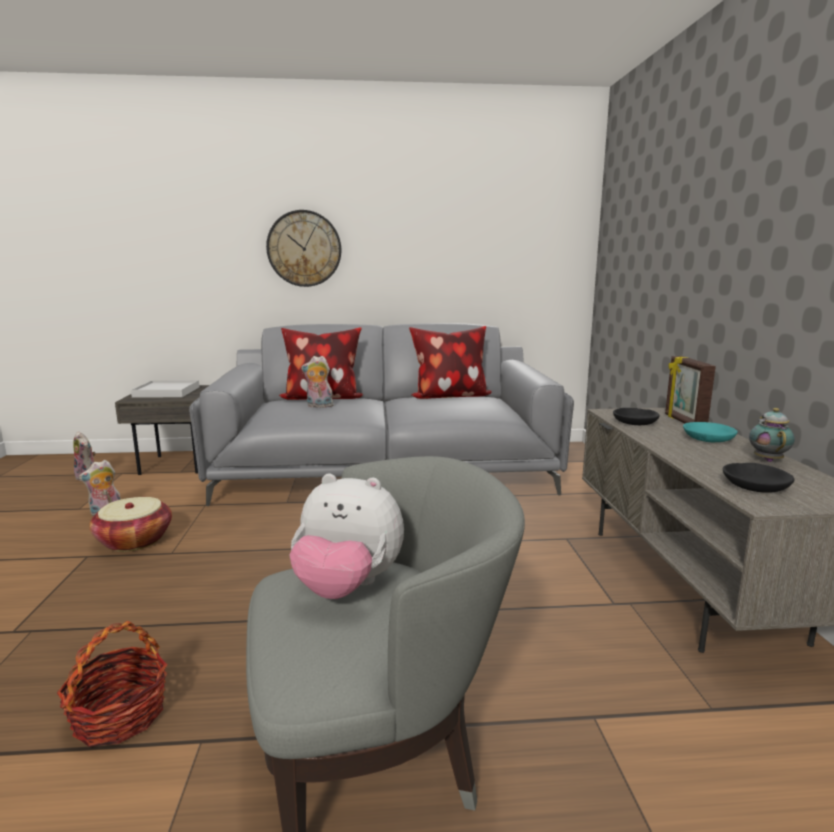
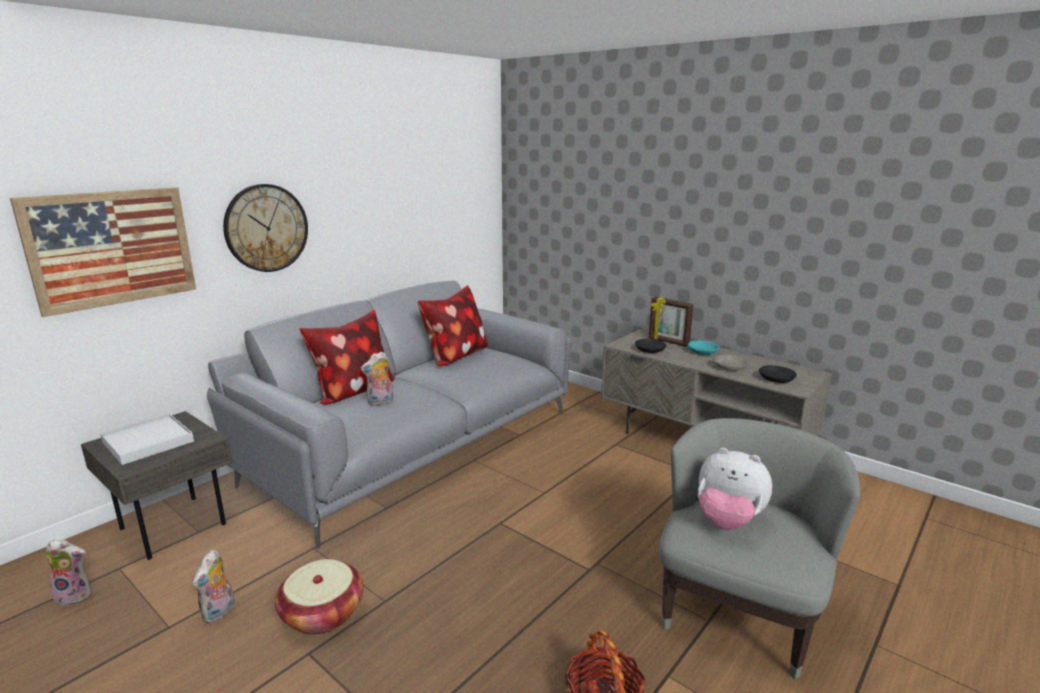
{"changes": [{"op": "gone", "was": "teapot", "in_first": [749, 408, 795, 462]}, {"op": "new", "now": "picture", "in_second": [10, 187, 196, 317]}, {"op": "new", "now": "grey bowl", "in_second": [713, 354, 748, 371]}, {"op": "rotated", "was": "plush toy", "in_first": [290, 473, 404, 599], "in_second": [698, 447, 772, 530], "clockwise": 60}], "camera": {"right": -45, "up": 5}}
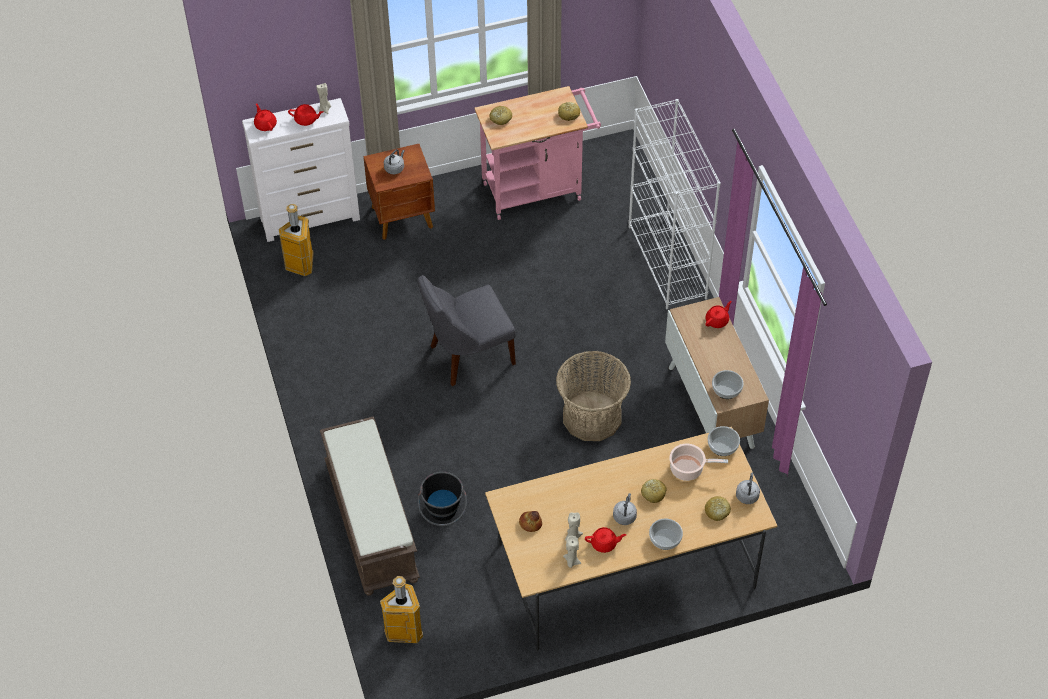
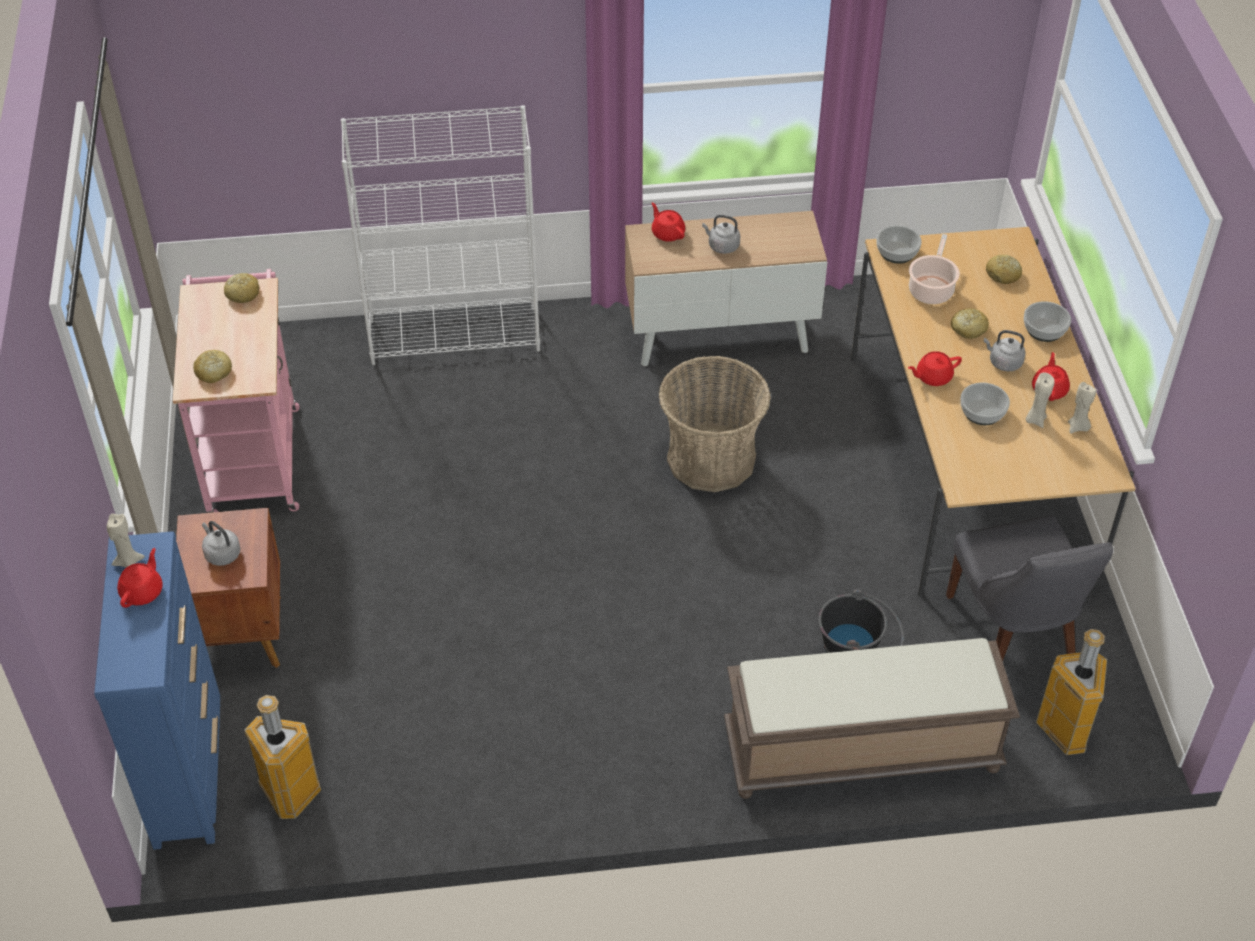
{"changes": [{"op": "gone", "was": "bread", "in_first": [519, 511, 542, 532]}, {"op": "shifted", "was": "red teapot", "in_first": [254, 103, 277, 131], "in_second": [908, 351, 962, 386]}, {"op": "shifted", "was": "grey chair", "in_first": [418, 275, 516, 386], "in_second": [946, 515, 1113, 661]}, {"op": "shifted", "was": "bowl", "in_first": [712, 370, 744, 399], "in_second": [960, 383, 1010, 425]}, {"op": "shifted", "was": "grey kettle", "in_first": [736, 473, 760, 504], "in_second": [702, 215, 740, 254]}, {"op": "repainted", "was": "white dresser", "now": "blue dresser", "in_first": [242, 98, 360, 242], "in_second": [94, 531, 220, 850]}], "camera": {"right": -80, "up": -5}}
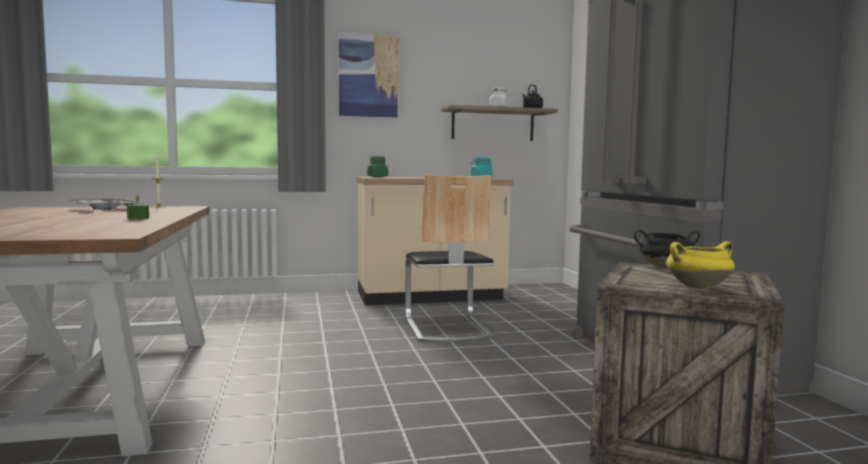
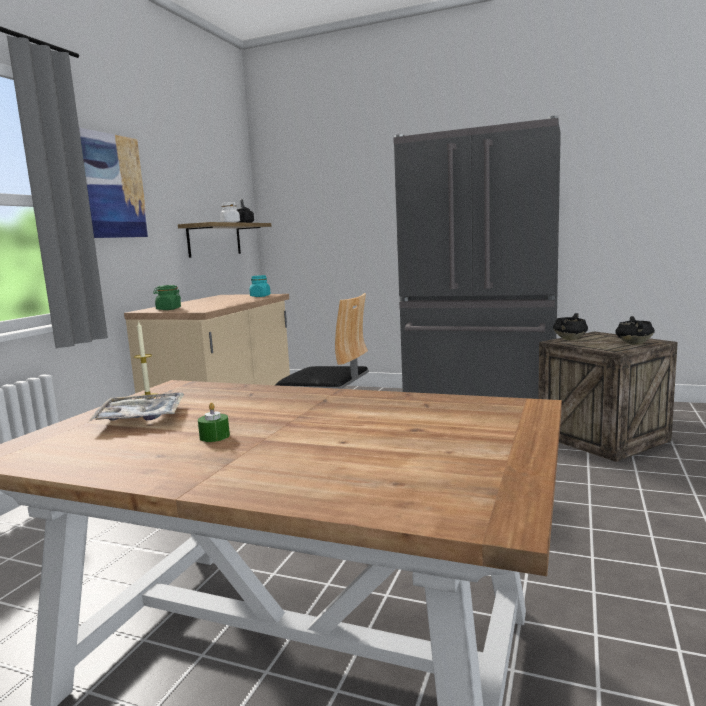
{"changes": [{"op": "shifted", "was": "green candle", "in_first": [127, 195, 149, 219], "in_second": [198, 403, 230, 442]}, {"op": "repainted", "was": "yellow cooking pot", "now": "black cooking pot", "in_first": [666, 241, 735, 289], "in_second": [616, 316, 655, 345]}], "camera": {"right": -55, "up": 5}}
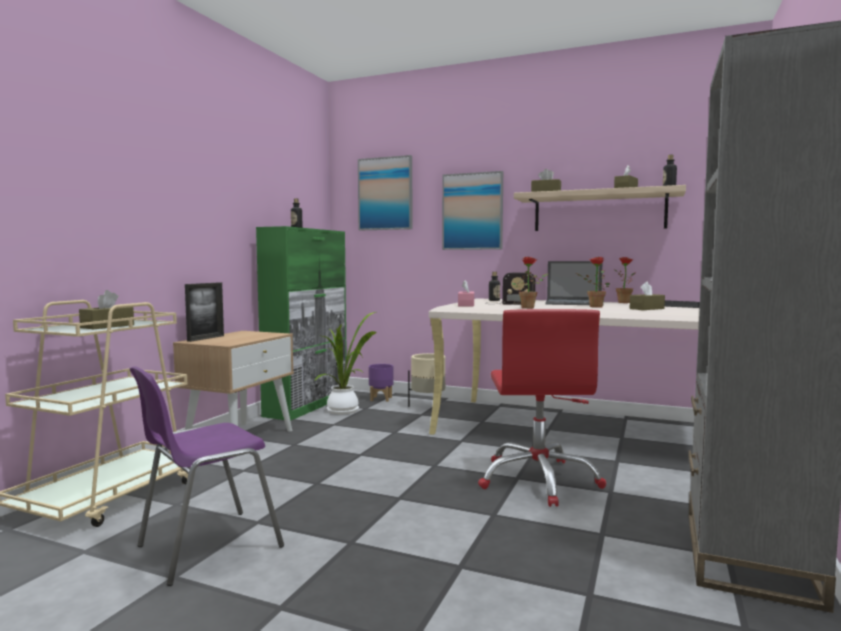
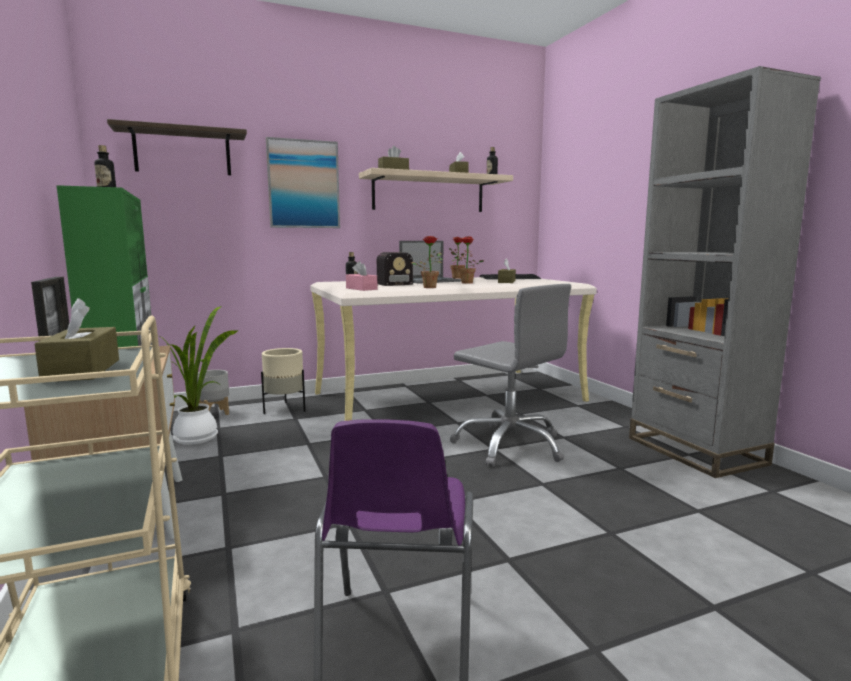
{"changes": [{"op": "swapped", "was": "picture", "now": "shelf", "in_first": [358, 155, 412, 230], "in_second": [107, 119, 247, 175]}, {"op": "repainted", "was": "purple planter", "now": "grey planter", "in_first": [369, 364, 393, 402], "in_second": [197, 370, 229, 415]}, {"op": "repainted", "was": "red office chair", "now": "grey office chair", "in_first": [478, 309, 606, 507], "in_second": [450, 284, 571, 467]}], "camera": {"right": -45, "up": 5}}
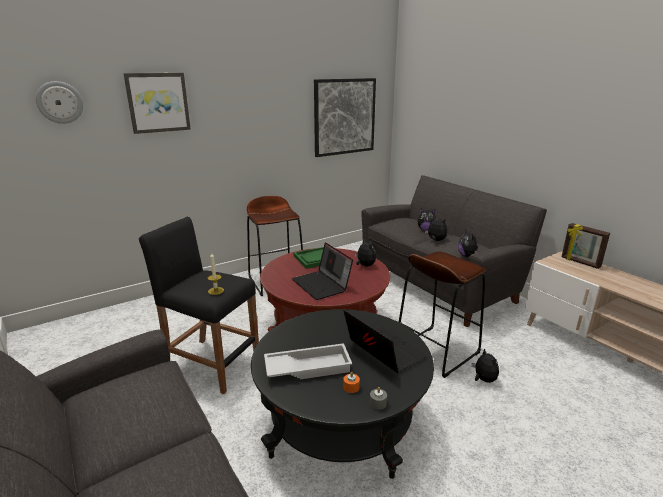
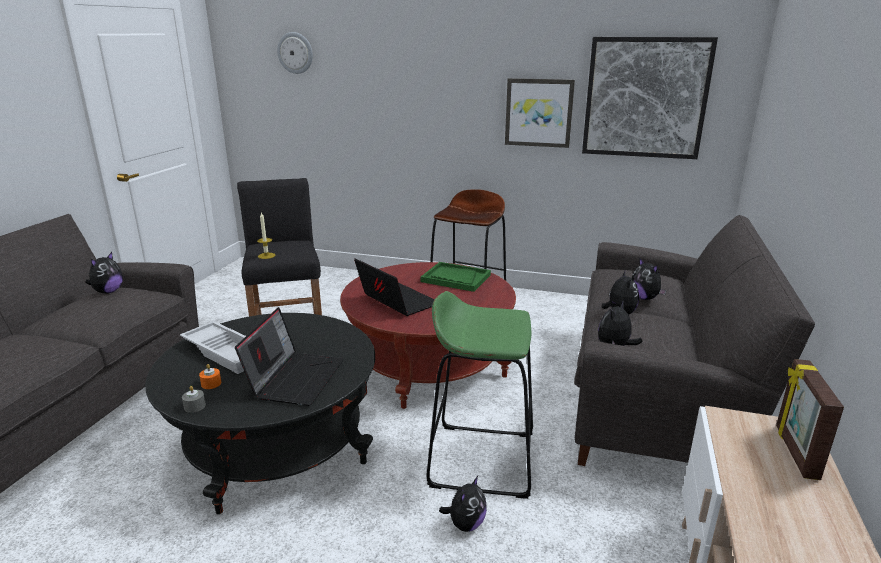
{"changes": [{"op": "shifted", "was": "picture", "in_first": [123, 73, 191, 134], "in_second": [505, 78, 575, 148]}, {"op": "shifted", "was": "plush toy", "in_first": [355, 239, 376, 267], "in_second": [85, 252, 123, 294]}, {"op": "repainted", "was": "brown stool", "now": "green stool", "in_first": [399, 251, 486, 378], "in_second": [427, 291, 533, 499]}, {"op": "rotated", "was": "laptop", "in_first": [292, 242, 353, 300], "in_second": [354, 258, 435, 316], "clockwise": 120}], "camera": {"right": 50, "up": 0}}
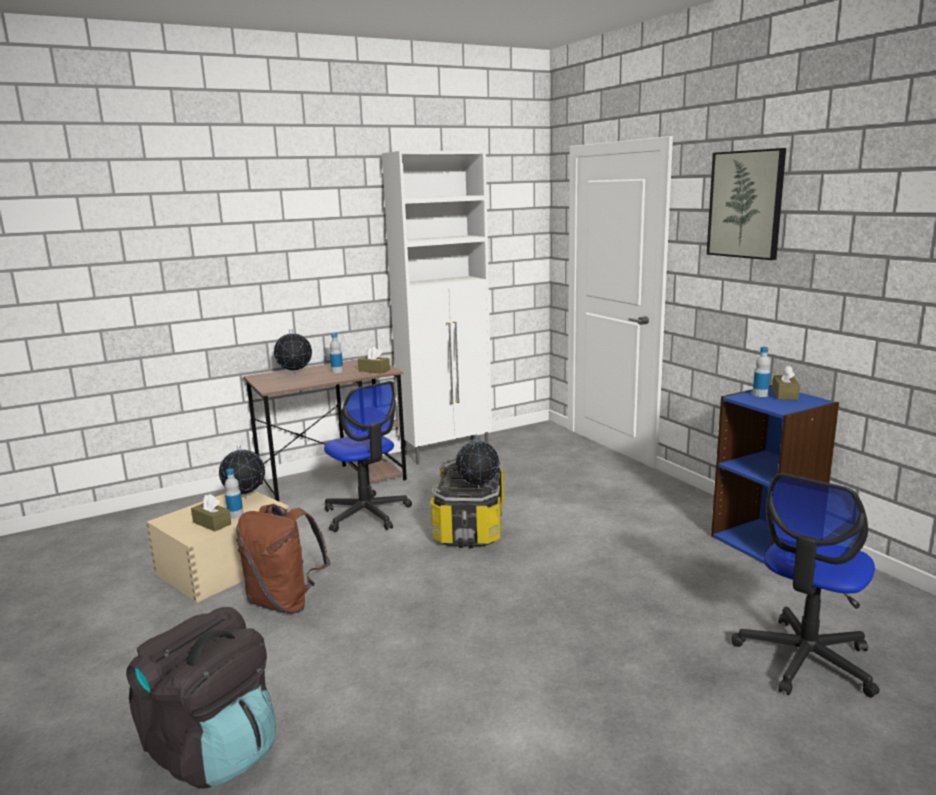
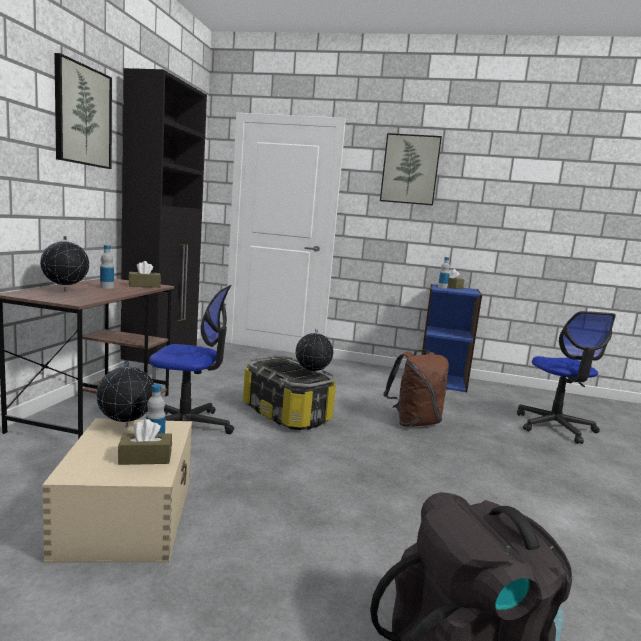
{"changes": [{"op": "new", "now": "picture", "in_second": [54, 53, 112, 169]}, {"op": "shifted", "was": "brown backpack", "in_first": [236, 504, 330, 614], "in_second": [383, 350, 449, 427]}, {"op": "repainted", "was": "white cabinet", "now": "black cabinet", "in_first": [382, 150, 492, 465], "in_second": [121, 68, 207, 379]}], "camera": {"right": -50, "up": -5}}
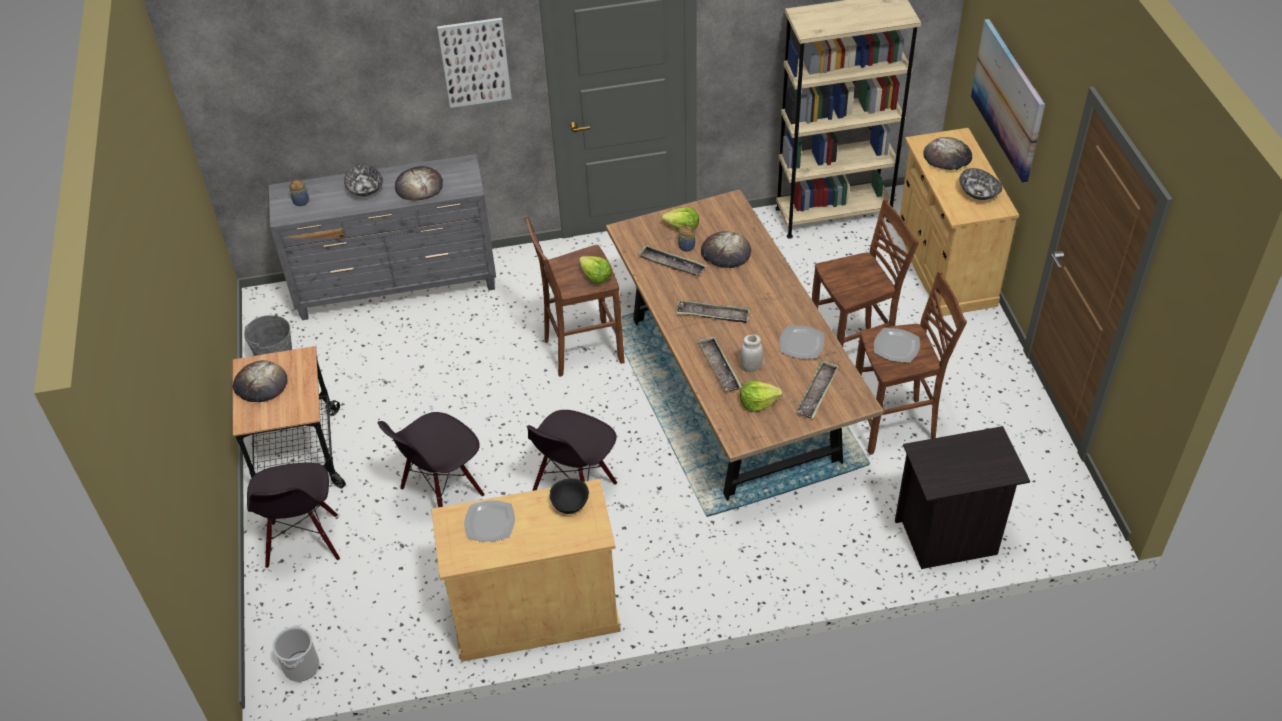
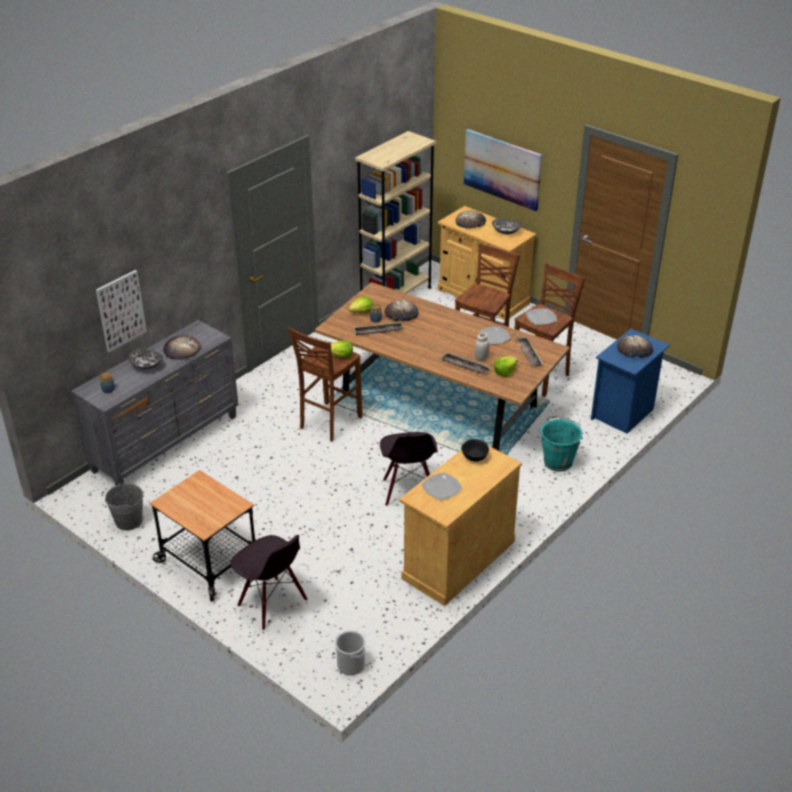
{"changes": [{"op": "gone", "was": "black chair", "in_first": [378, 412, 485, 507]}, {"op": "gone", "was": "tray", "in_first": [676, 301, 750, 323]}, {"op": "new", "now": "turquoise bucket", "in_second": [539, 416, 583, 472]}, {"op": "shifted", "was": "bread", "in_first": [233, 360, 288, 402], "in_second": [617, 335, 653, 358]}, {"op": "shifted", "was": "picture", "in_first": [437, 18, 512, 108], "in_second": [96, 270, 147, 352]}, {"op": "repainted", "was": "black nightstand", "now": "blue nightstand", "in_first": [895, 426, 1030, 569], "in_second": [591, 329, 670, 434]}], "camera": {"right": -40, "up": -10}}
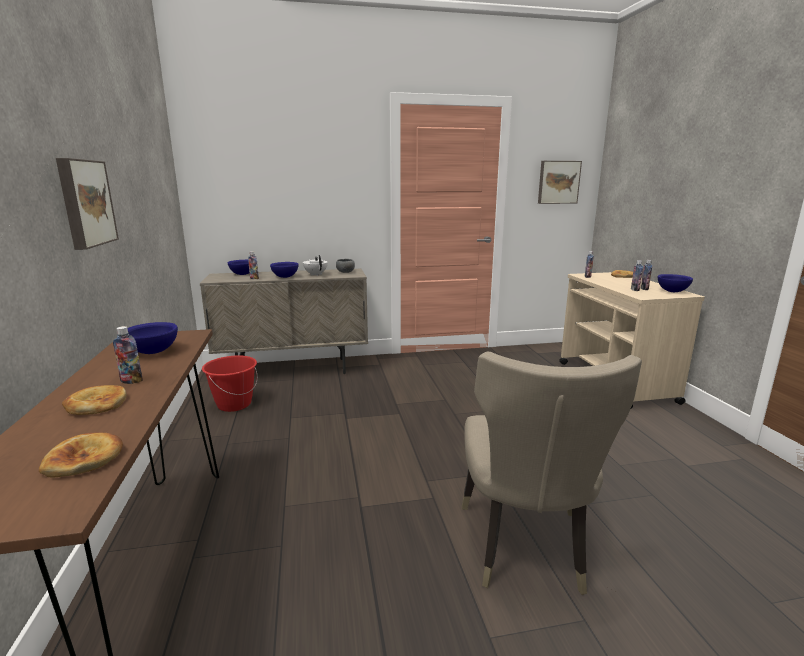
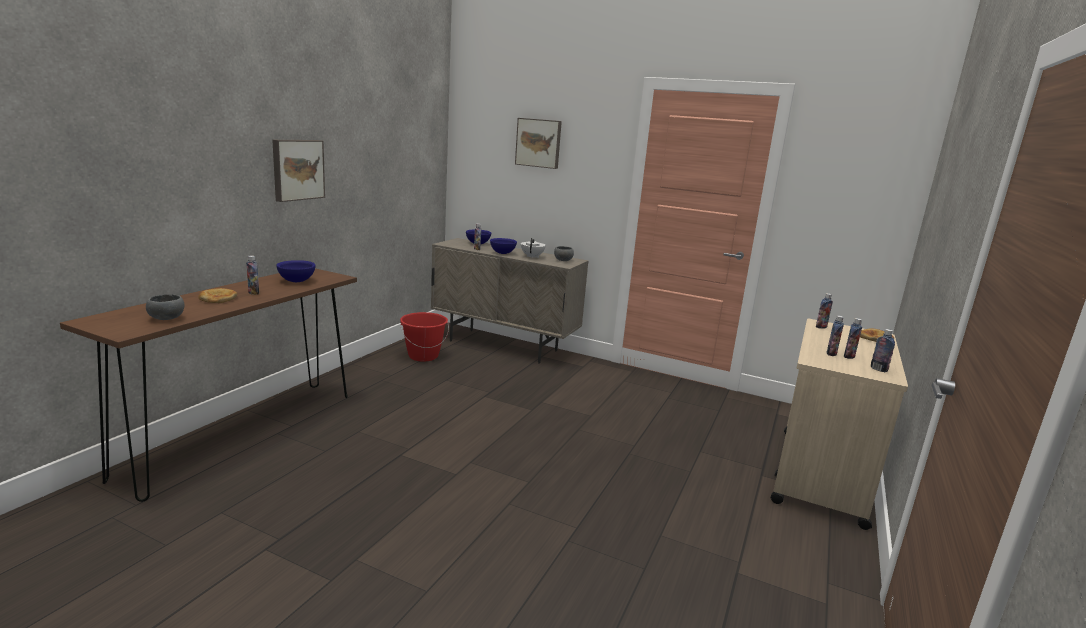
{"changes": [{"op": "gone", "was": "beige chair", "in_first": [462, 352, 642, 595]}, {"op": "shifted", "was": "picture", "in_first": [538, 161, 582, 204], "in_second": [515, 118, 562, 169]}, {"op": "swapped", "was": "bread", "now": "grey bowl", "in_first": [39, 433, 123, 477], "in_second": [146, 294, 185, 320]}, {"op": "swapped", "was": "blue bowl", "now": "bottle", "in_first": [658, 274, 693, 292], "in_second": [871, 329, 895, 372]}], "camera": {"right": 35, "up": 0}}
